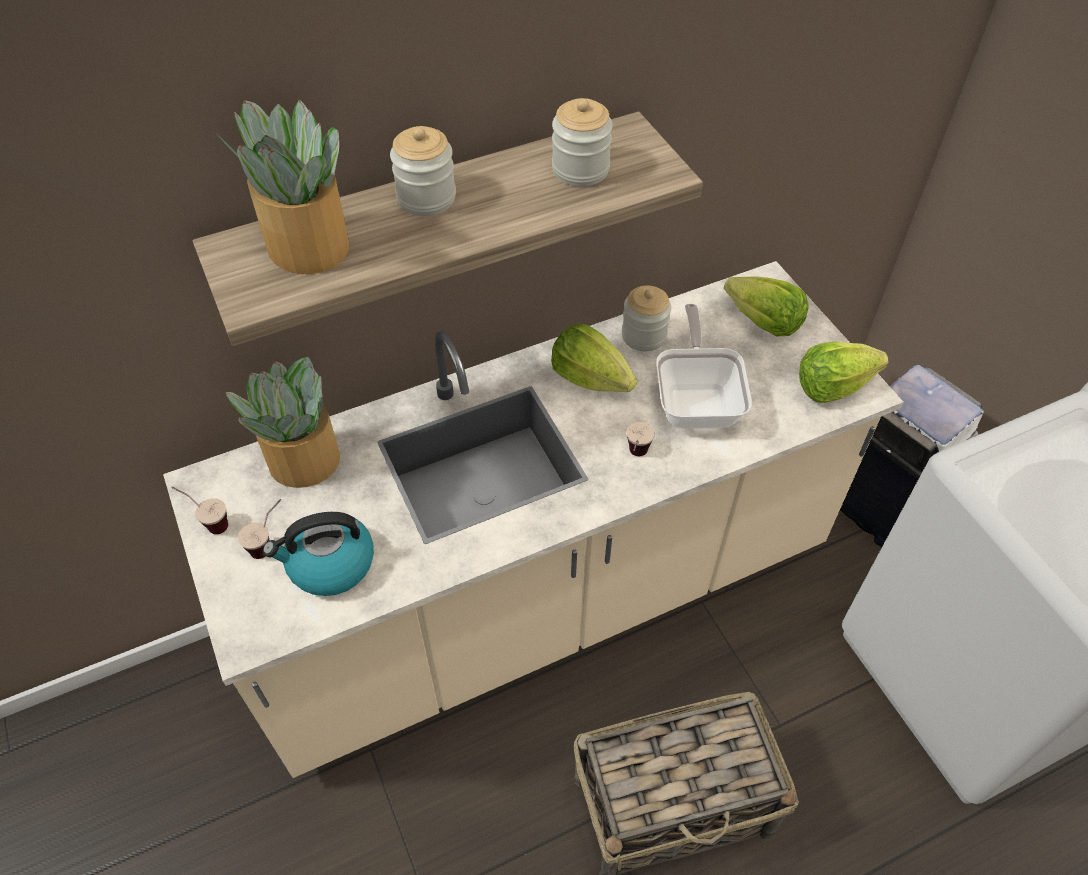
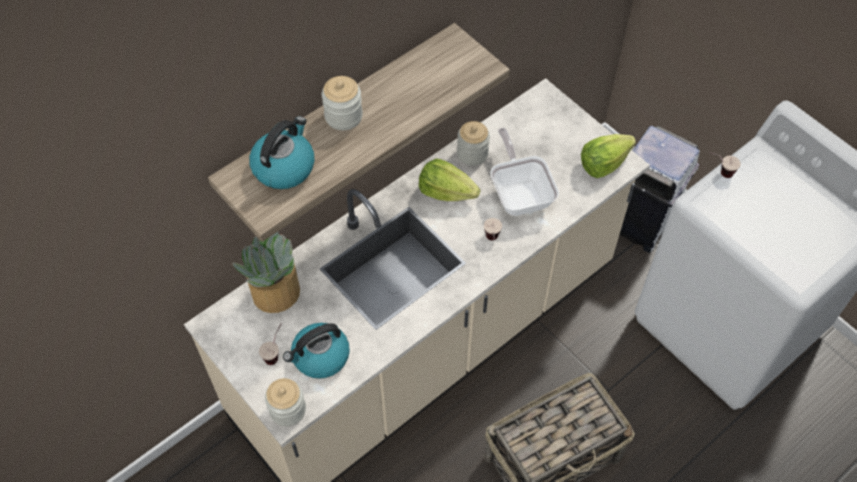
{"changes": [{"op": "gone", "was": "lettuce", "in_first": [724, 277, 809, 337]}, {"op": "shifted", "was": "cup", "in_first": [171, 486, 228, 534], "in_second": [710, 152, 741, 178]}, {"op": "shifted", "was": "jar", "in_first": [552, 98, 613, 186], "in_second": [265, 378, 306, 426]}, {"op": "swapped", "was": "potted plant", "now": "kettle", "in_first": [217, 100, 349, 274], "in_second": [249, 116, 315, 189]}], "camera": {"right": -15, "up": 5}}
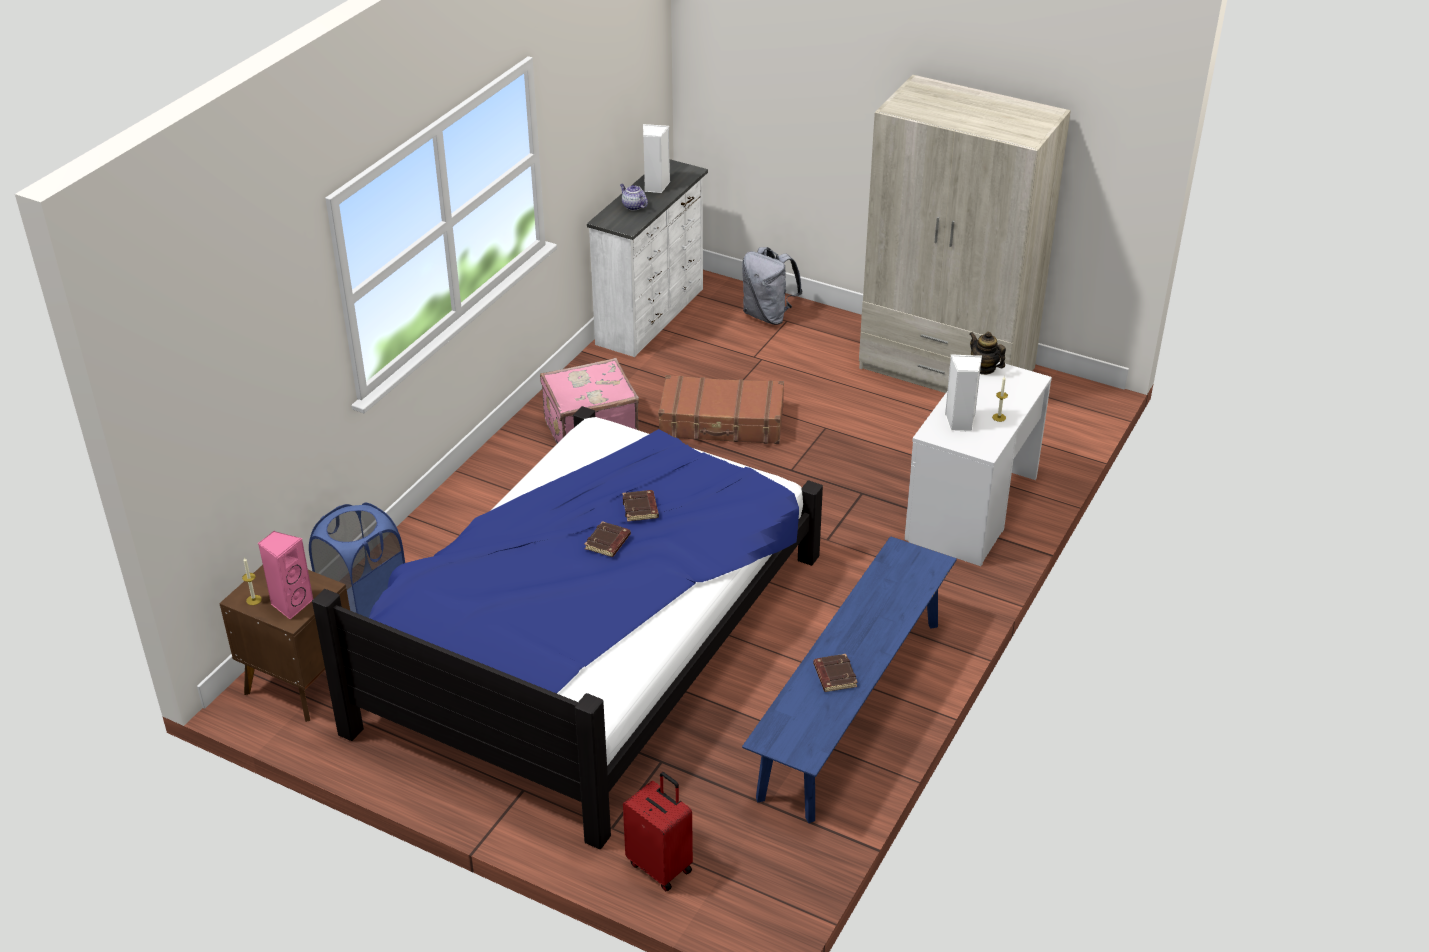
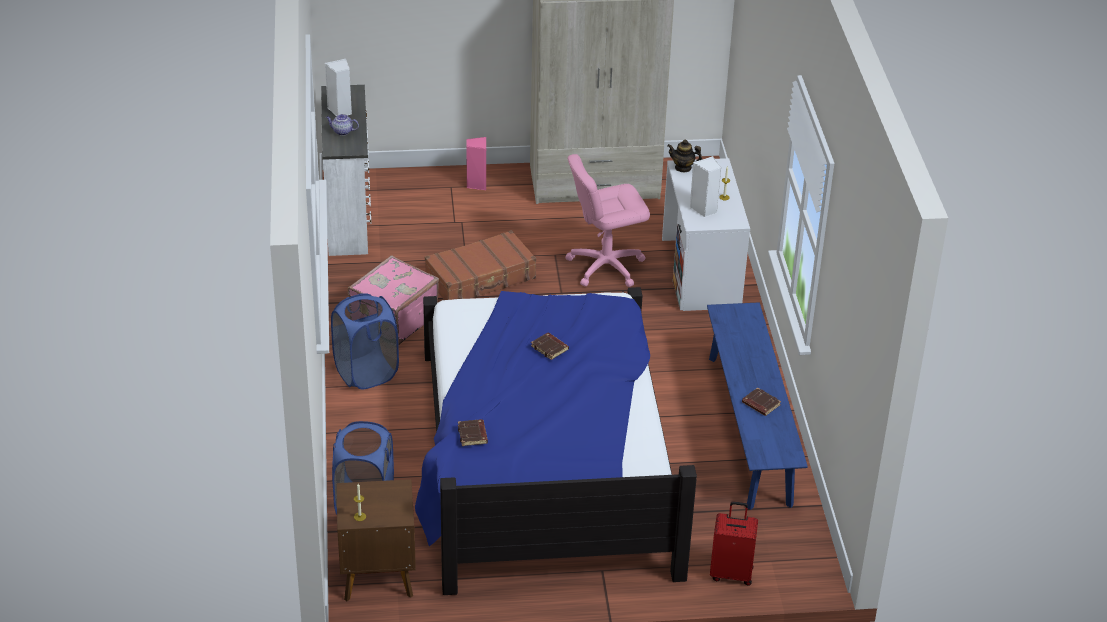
{"changes": [{"op": "gone", "was": "grey backpack", "in_first": [742, 247, 802, 325]}, {"op": "new", "now": "blue laundry basket", "in_second": [331, 293, 399, 390]}, {"op": "new", "now": "pink office chair", "in_second": [566, 154, 650, 287]}, {"op": "shifted", "was": "pink speaker", "in_first": [258, 531, 313, 620], "in_second": [466, 137, 486, 190]}, {"op": "shifted", "was": "brown book", "in_first": [584, 521, 631, 557], "in_second": [458, 419, 488, 446]}], "camera": {"right": -35, "up": 0}}
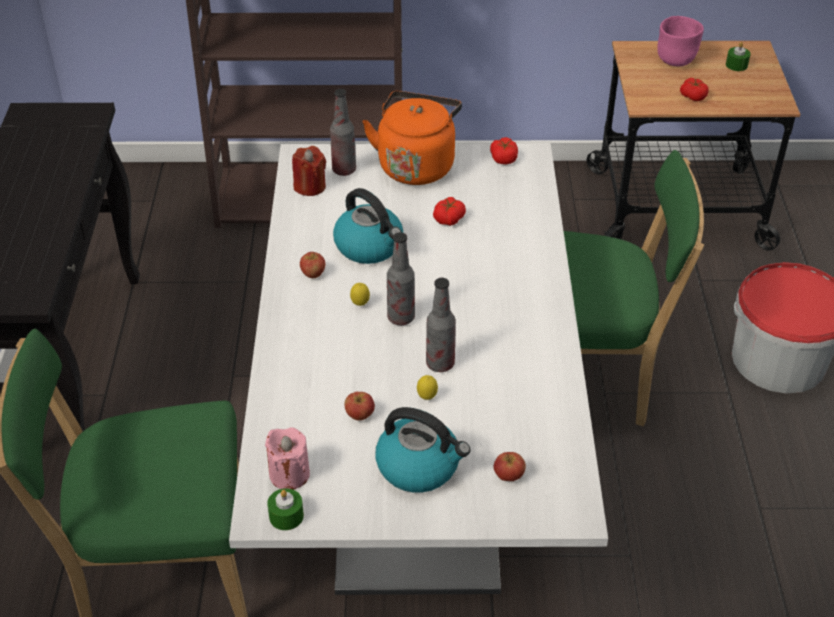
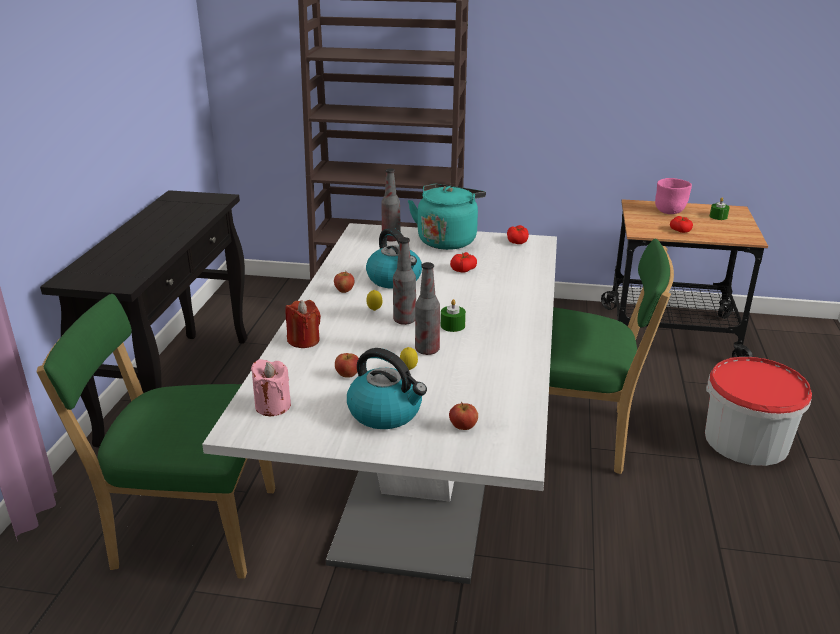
{"changes": [{"op": "shifted", "was": "green candle", "in_first": [267, 488, 304, 530], "in_second": [441, 299, 466, 332]}, {"op": "shifted", "was": "red candle", "in_first": [292, 146, 326, 196], "in_second": [285, 300, 321, 348]}, {"op": "repainted", "was": "orange kettle", "now": "turquoise kettle", "in_first": [362, 91, 462, 185], "in_second": [408, 184, 486, 250]}], "camera": {"right": 10, "up": -15}}
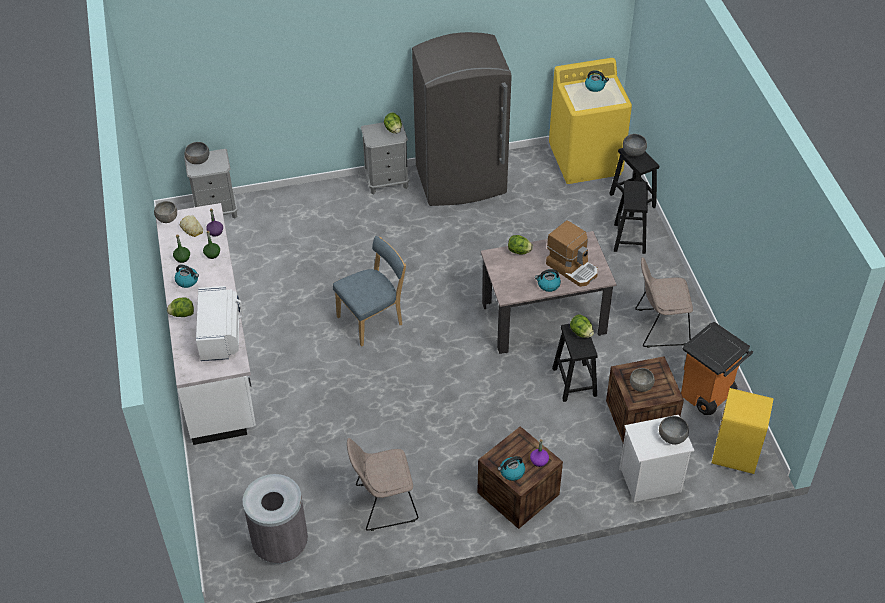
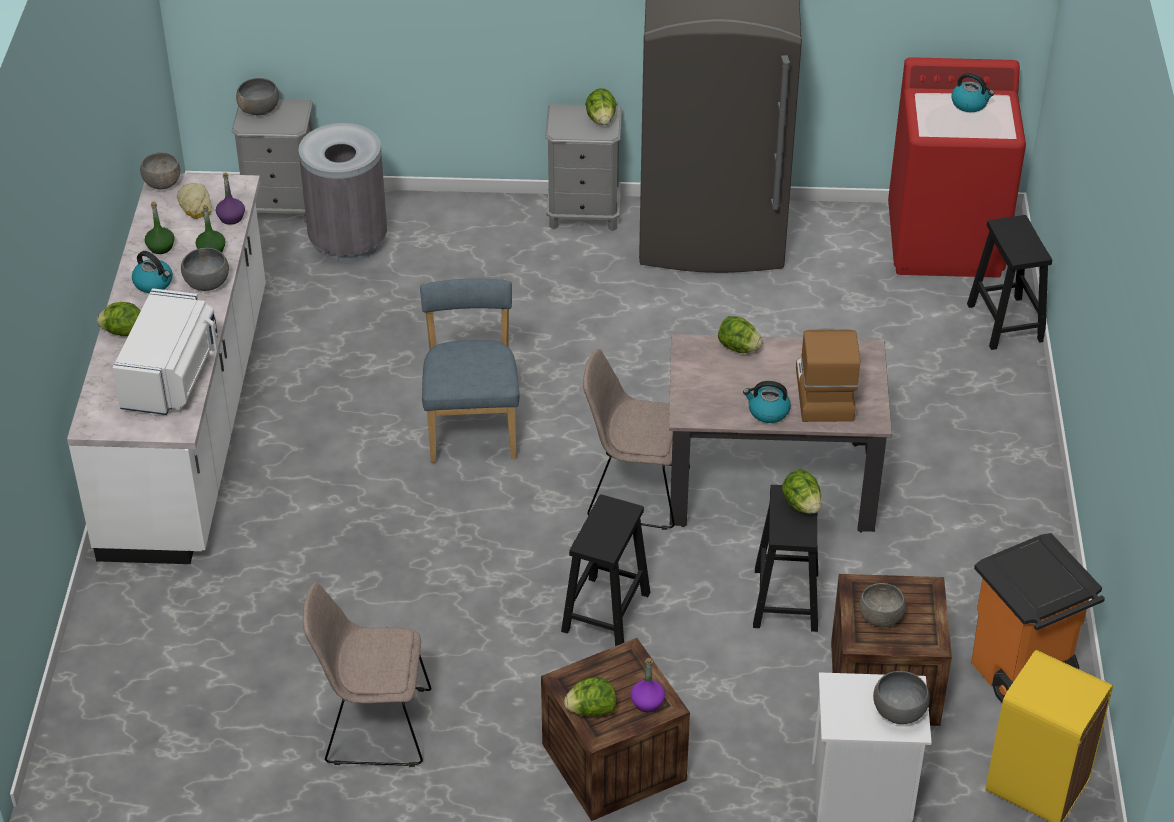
{"changes": [{"op": "shifted", "was": "grey trash can", "in_first": [243, 474, 308, 564], "in_second": [299, 123, 387, 263]}, {"op": "shifted", "was": "black stool", "in_first": [614, 181, 648, 254], "in_second": [561, 495, 650, 646]}, {"op": "shifted", "was": "grey bowl", "in_first": [623, 134, 647, 156], "in_second": [181, 248, 229, 291]}, {"op": "shifted", "was": "beige chair", "in_first": [635, 257, 693, 348], "in_second": [583, 349, 690, 530]}, {"op": "swapped", "was": "kettle", "now": "lettuce", "in_first": [498, 456, 525, 481], "in_second": [564, 677, 616, 716]}, {"op": "repainted", "was": "yellow washing machine", "now": "red washing machine", "in_first": [549, 58, 632, 184], "in_second": [888, 57, 1026, 278]}, {"op": "rotated", "was": "blue chair", "in_first": [333, 236, 406, 347], "in_second": [420, 279, 519, 463], "clockwise": -75}, {"op": "rotated", "was": "coffee machine", "in_first": [546, 220, 598, 287], "in_second": [796, 328, 861, 422], "clockwise": -150}], "camera": {"right": 15, "up": -5}}
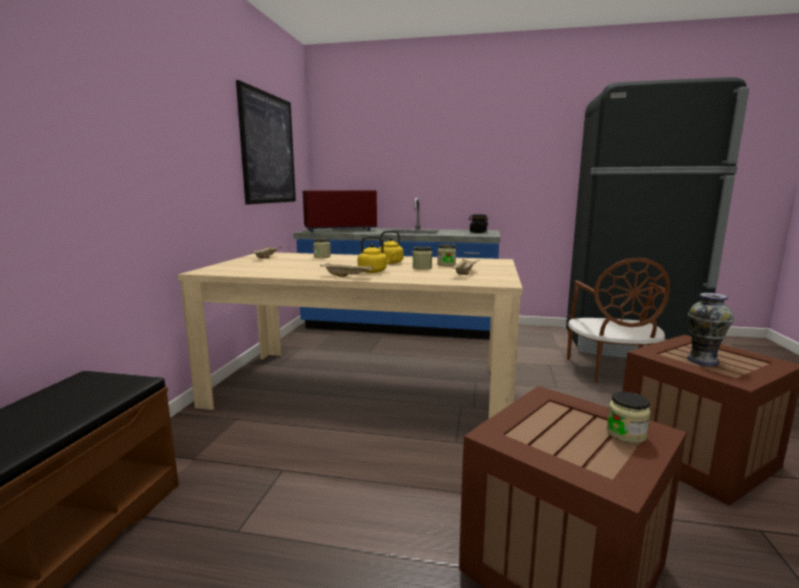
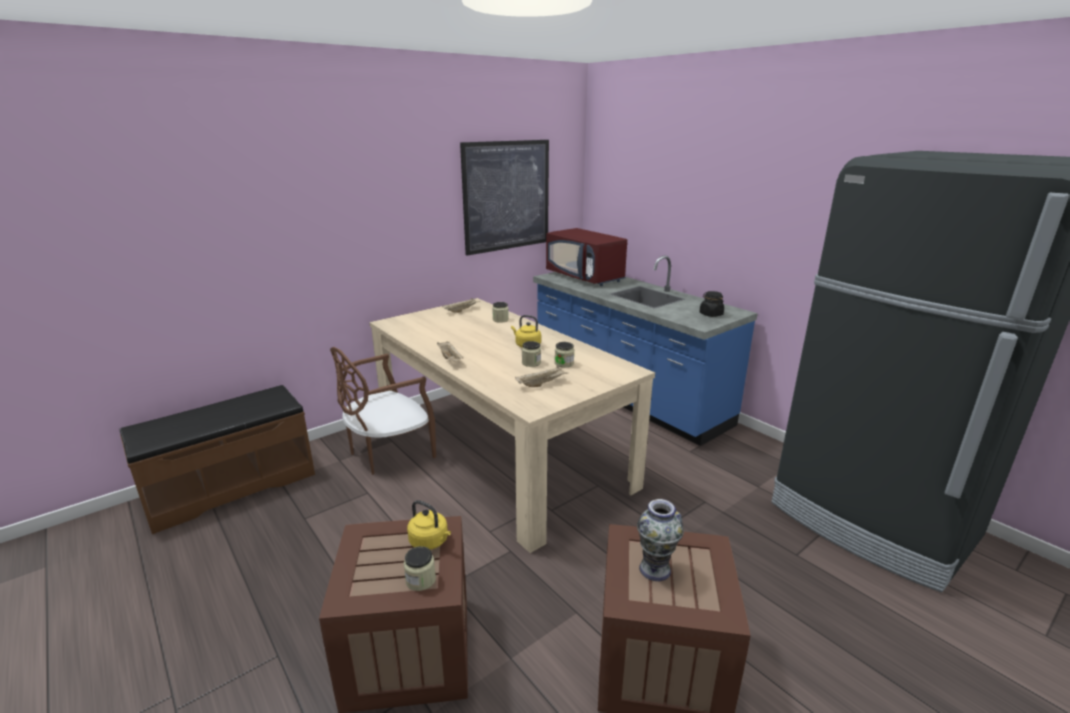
{"changes": [{"op": "shifted", "was": "yellow kettle", "in_first": [358, 236, 395, 273], "in_second": [407, 500, 451, 550]}, {"op": "shifted", "was": "brown chair", "in_first": [567, 258, 670, 383], "in_second": [330, 347, 436, 475]}, {"op": "rotated", "was": "red microwave", "in_first": [303, 190, 377, 232], "in_second": [546, 228, 627, 286], "clockwise": -150}], "camera": {"right": 40, "up": 10}}
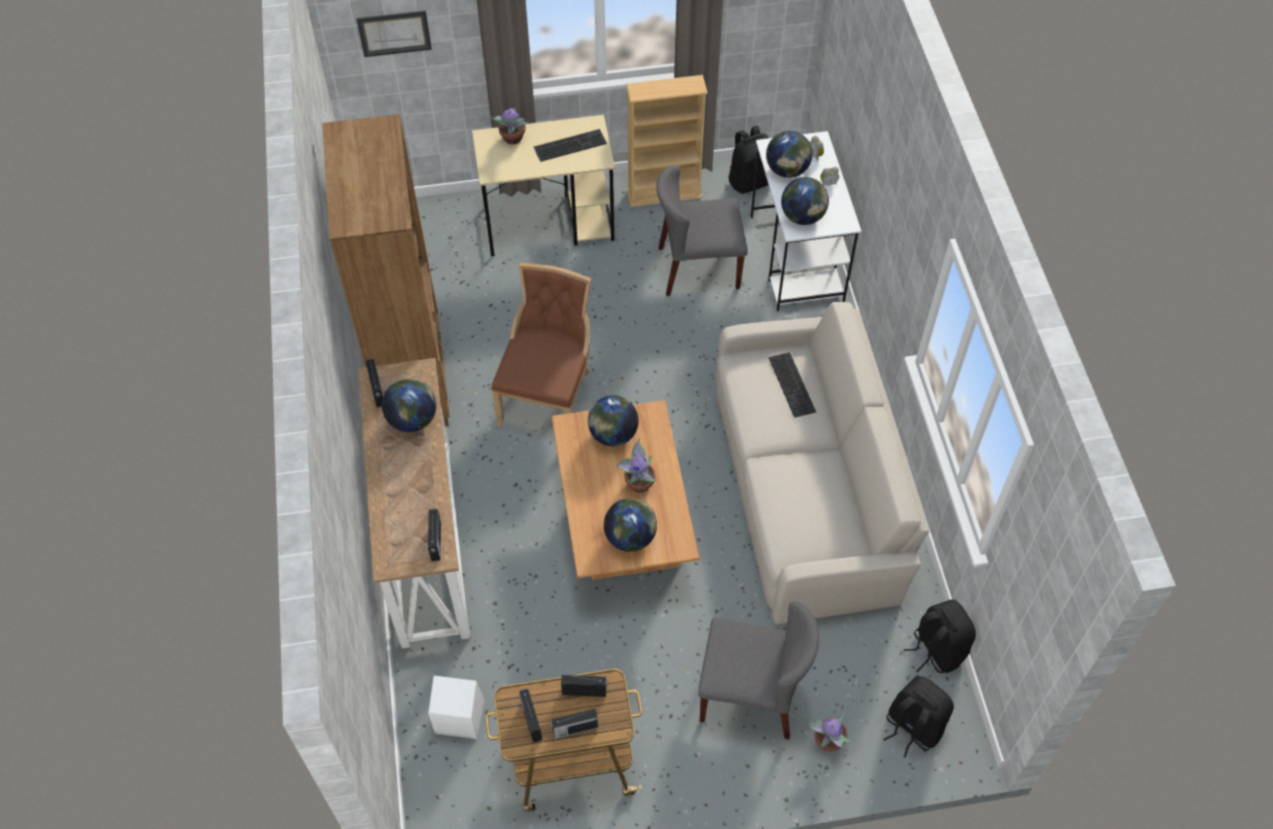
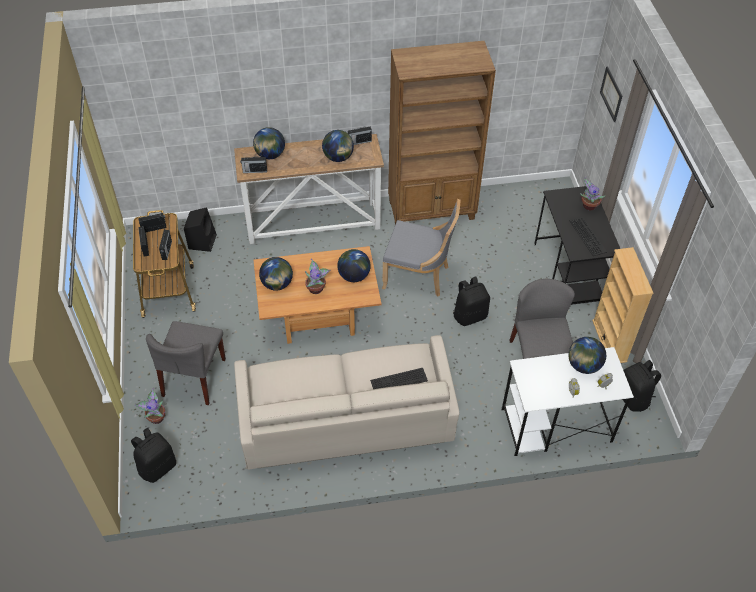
{"changes": [{"op": "shifted", "was": "globe", "in_first": [781, 177, 829, 225], "in_second": [253, 127, 285, 159]}, {"op": "shifted", "was": "black backpack", "in_first": [904, 599, 976, 674], "in_second": [453, 277, 490, 326]}, {"op": "repainted", "was": "white speaker", "now": "black speaker", "in_first": [428, 676, 485, 739], "in_second": [184, 207, 217, 252]}, {"op": "repainted", "was": "beige desk", "now": "black desk", "in_first": [472, 115, 615, 256], "in_second": [534, 186, 620, 305]}, {"op": "repainted", "was": "brown chair", "now": "grey chair", "in_first": [492, 263, 591, 427], "in_second": [382, 199, 460, 296]}], "camera": {"right": 90, "up": -5}}
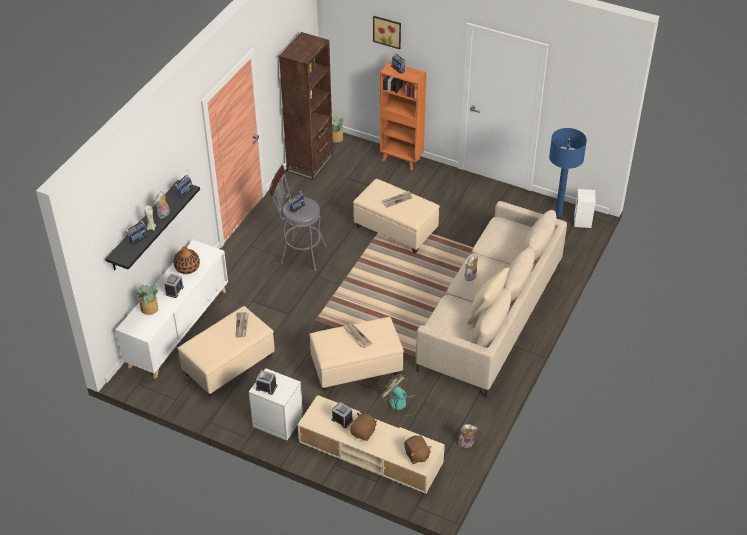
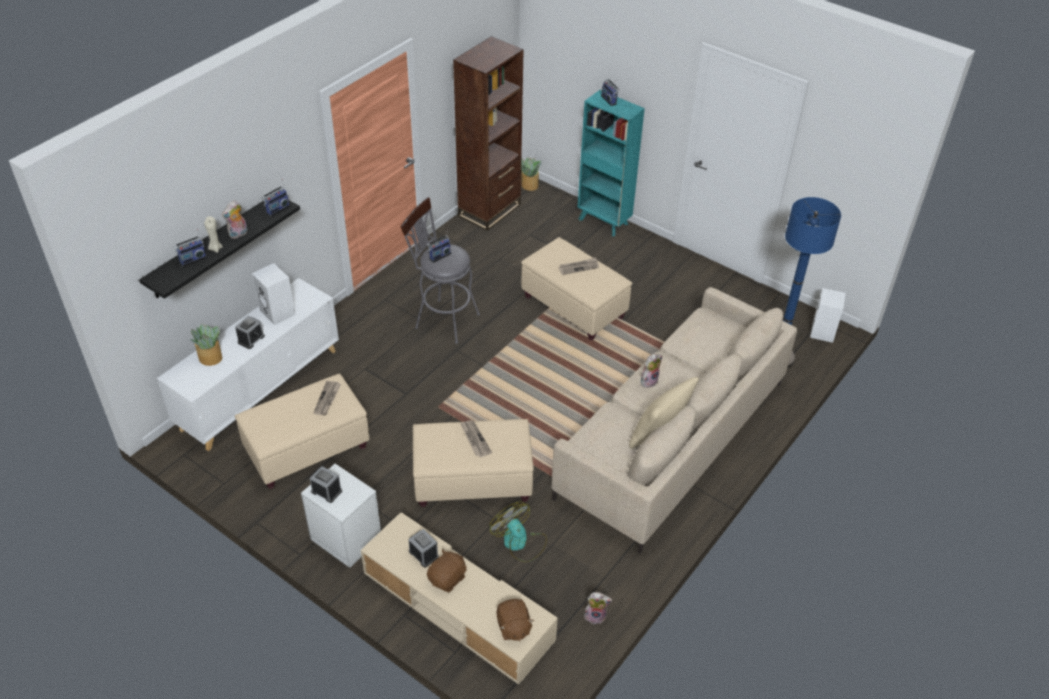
{"changes": [{"op": "gone", "was": "picture", "in_first": [373, 16, 401, 49]}, {"op": "swapped", "was": "vase", "now": "white speaker", "in_first": [174, 246, 200, 274], "in_second": [252, 263, 296, 325]}, {"op": "repainted", "was": "orange bookcase", "now": "turquoise bookcase", "in_first": [380, 62, 426, 170], "in_second": [578, 90, 645, 236]}], "camera": {"right": 10, "up": 0}}
